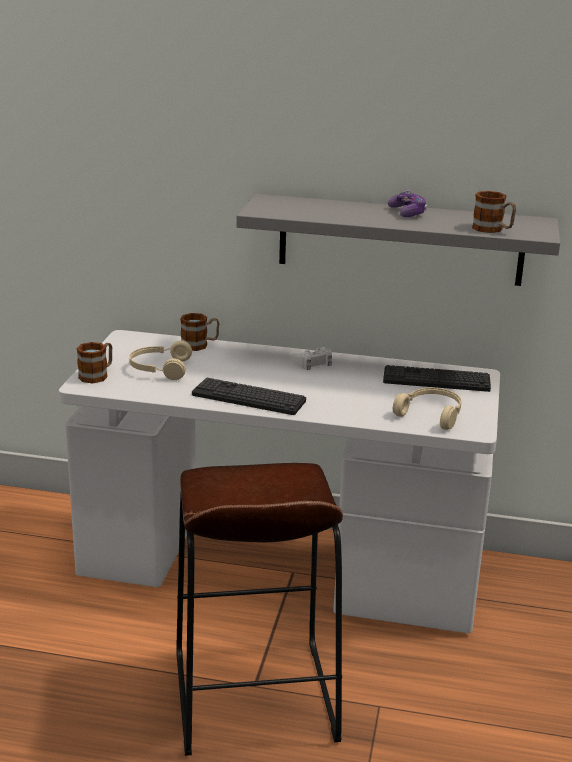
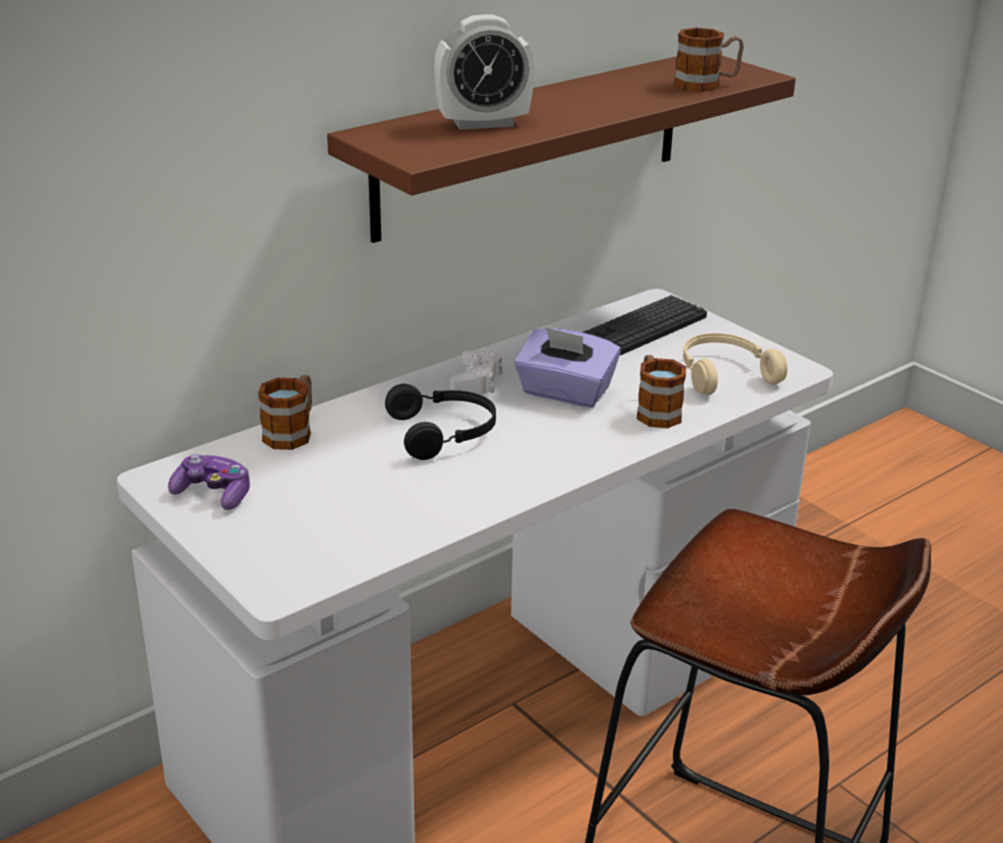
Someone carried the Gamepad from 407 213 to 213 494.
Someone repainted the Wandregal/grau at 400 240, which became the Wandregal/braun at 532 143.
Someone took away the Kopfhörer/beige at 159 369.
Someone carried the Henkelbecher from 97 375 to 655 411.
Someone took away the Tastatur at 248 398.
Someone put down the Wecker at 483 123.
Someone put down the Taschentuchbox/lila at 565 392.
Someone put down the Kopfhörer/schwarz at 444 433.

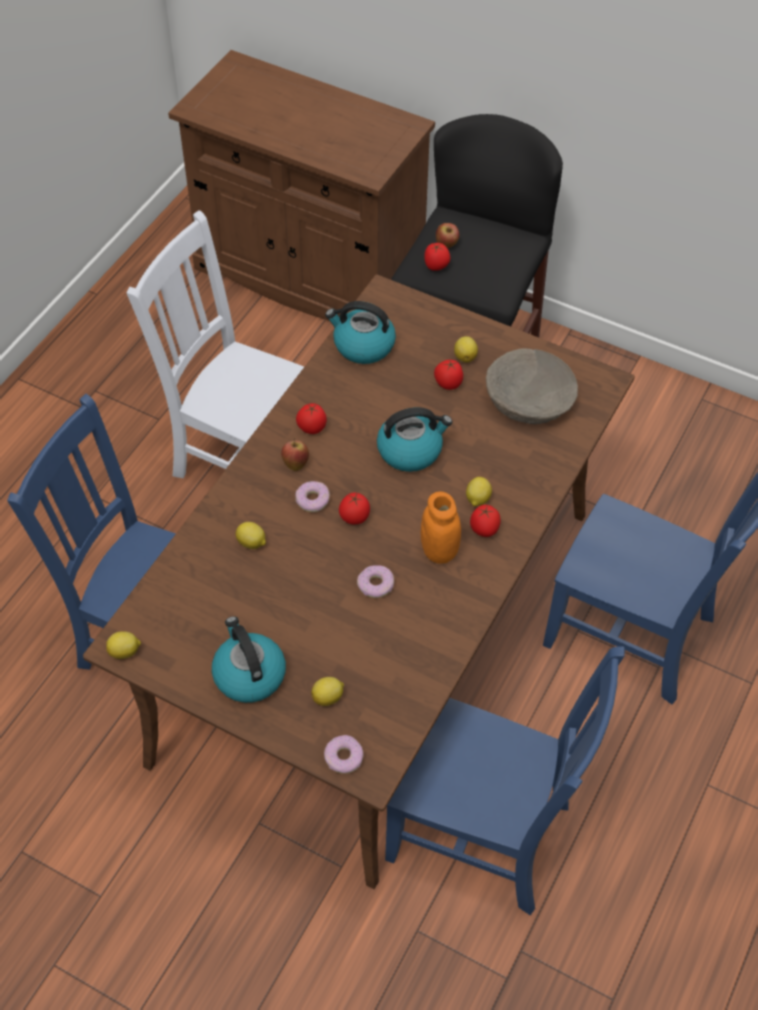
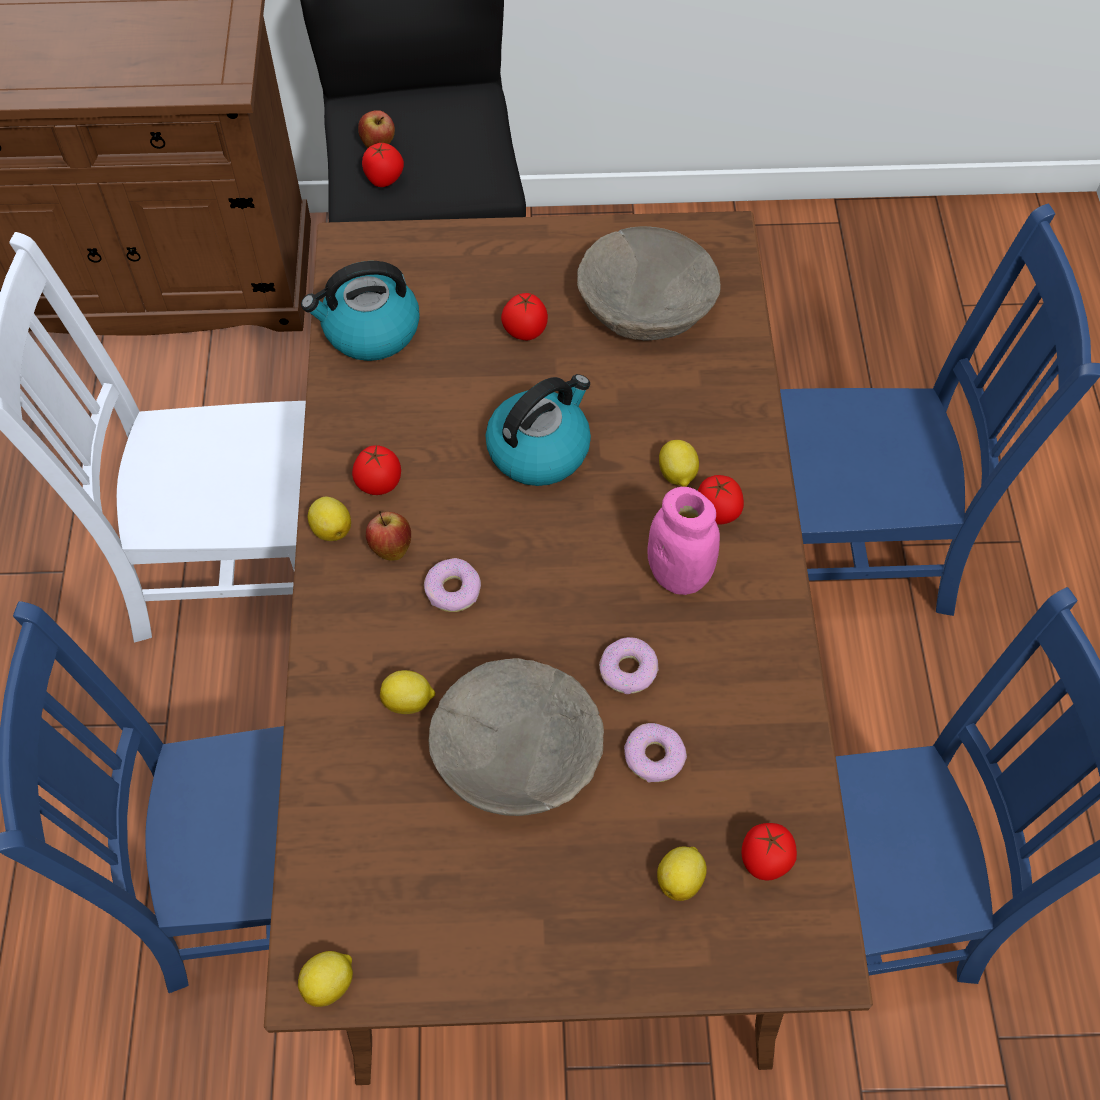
Someone carried the Zitrone from 465 356 to 331 528.
Someone repainted the Vorratsglas/orange at 439 551, which became the Vorratsglas/rosa at 679 575.
Someone carried the Tomate from 354 518 to 764 861.
Someone took away the Wasserkessel at 248 674.
Someone carried the Donut from 343 757 to 654 757.
Someone put down the Schüssel/beige at 518 754.

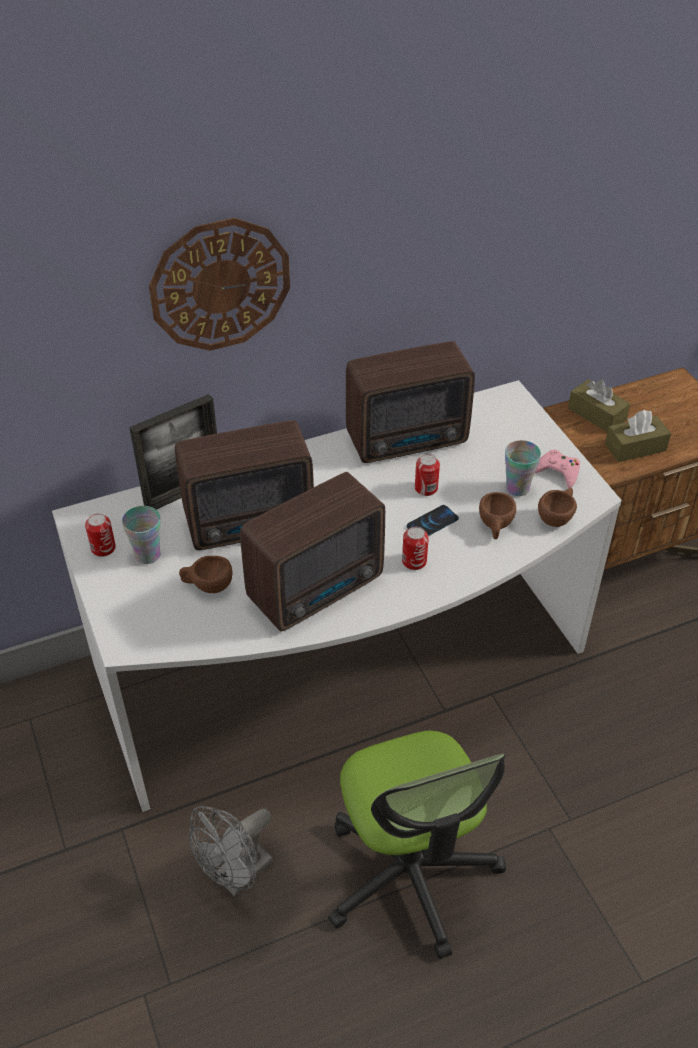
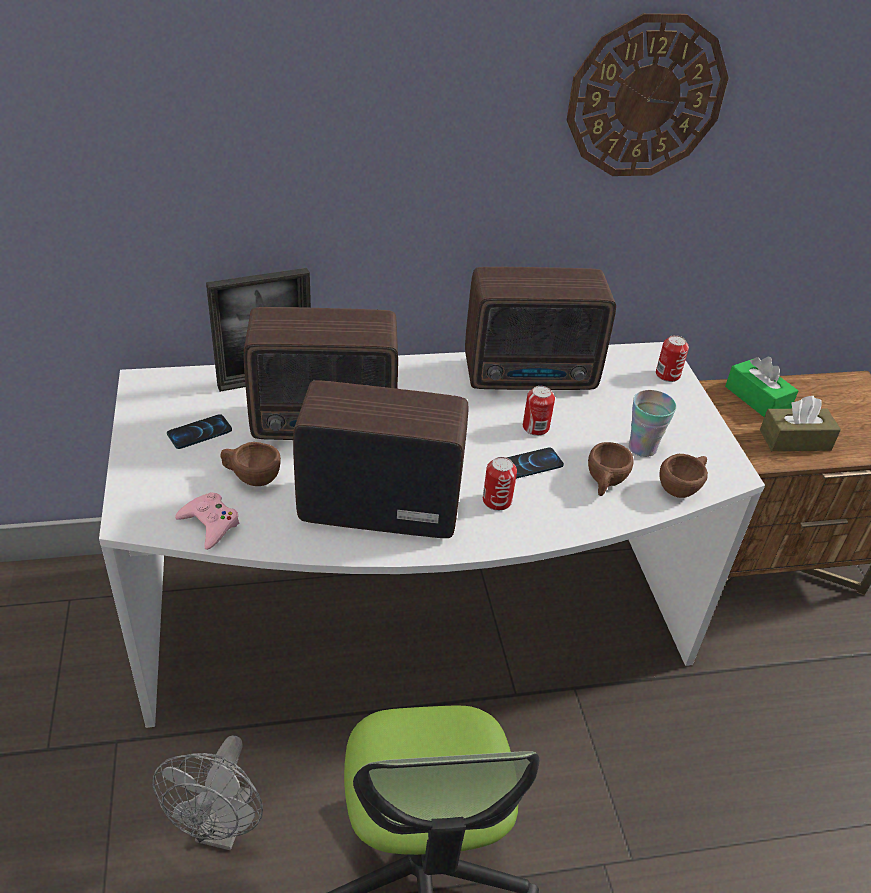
Someone carried the Wanduhr from 220 285 to 646 97.
Someone repainted the Taschentuchbox/braun at 596 414, which became the Taschentuchbox/grün at 757 399.
Someone carried the Gamepad/rosa from 558 472 to 210 524.
Someone rotated the Radio at 319 588 by 150 degrees counterclockwise.
Someone swapped the Tasse at 147 555 for the Handy at 200 433.
Someone carried the Dose from 103 548 to 667 375.
Someone rotated the Ventilator/grau at 237 876 by 45 degrees counterclockwise.

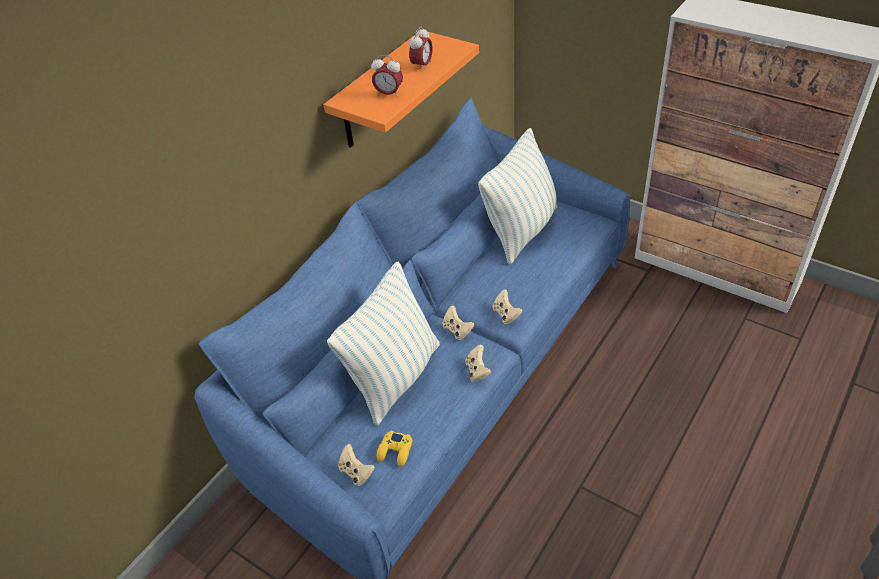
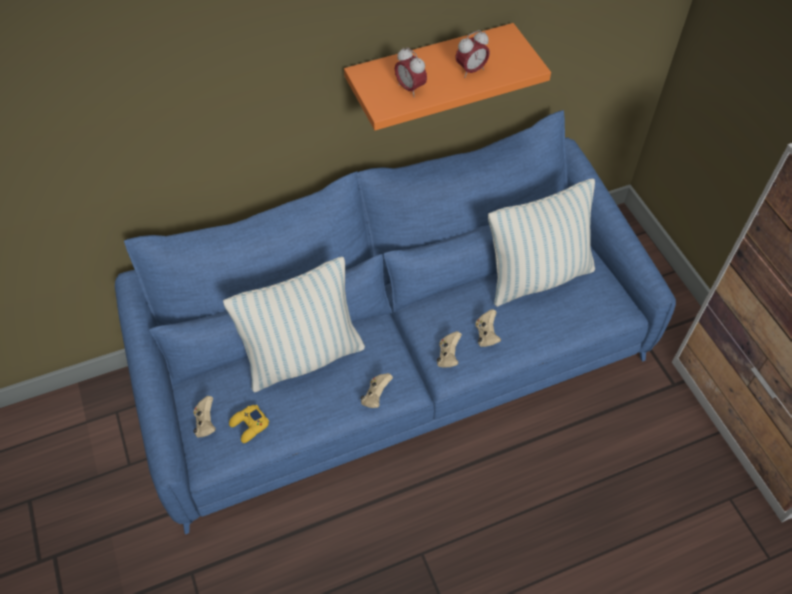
Someone carried the Gamepad/beige from 457 330 to 486 335.

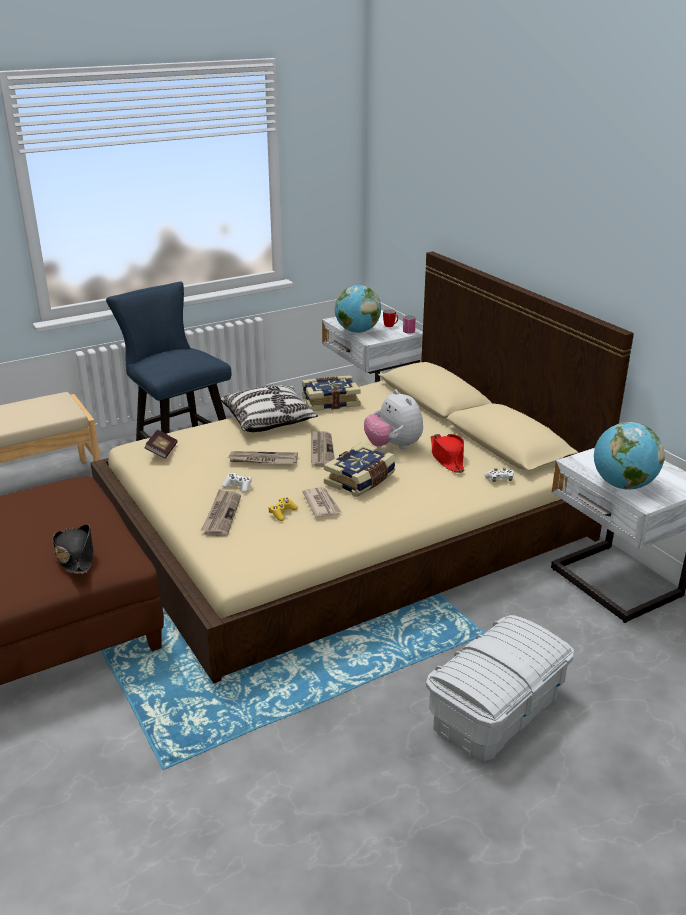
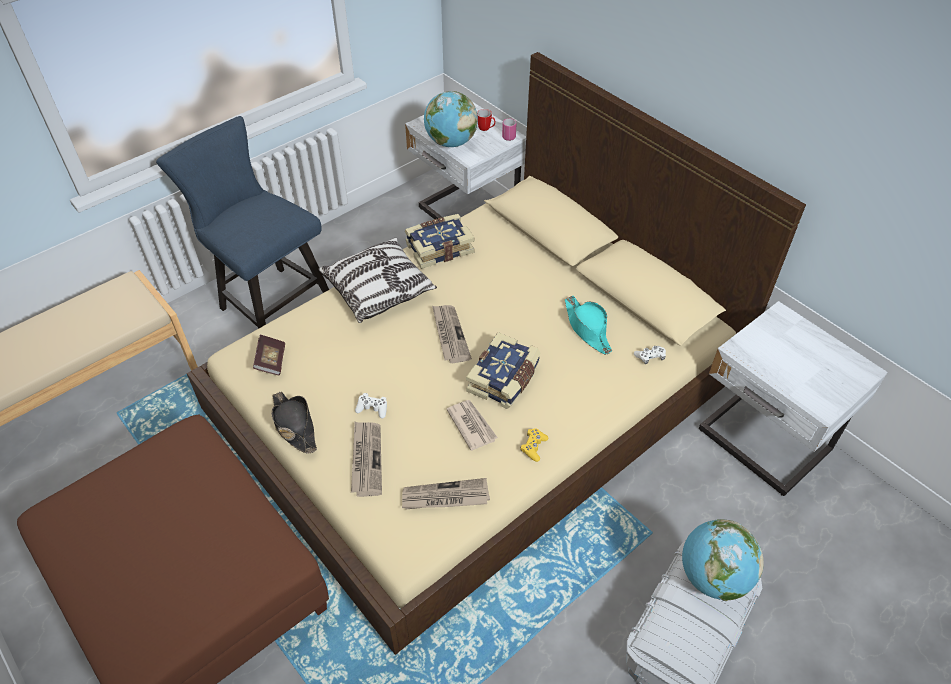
Someone took away the Plüschtier at 393 446.
Someone carried the Globus from 622 485 to 712 577.
Someone repainted the Hut/rot at 447 458, which became the Hut/türkis at 587 328.
Someone carried the Zeitung from 262 460 to 445 497.
Someone carried the Gamepad/gelb from 282 513 to 533 447.
Someone carried the Hut/schwarz from 75 556 to 294 425.

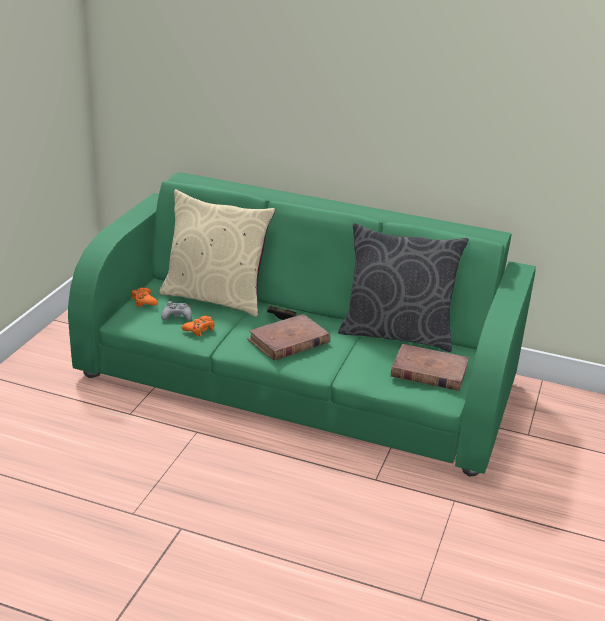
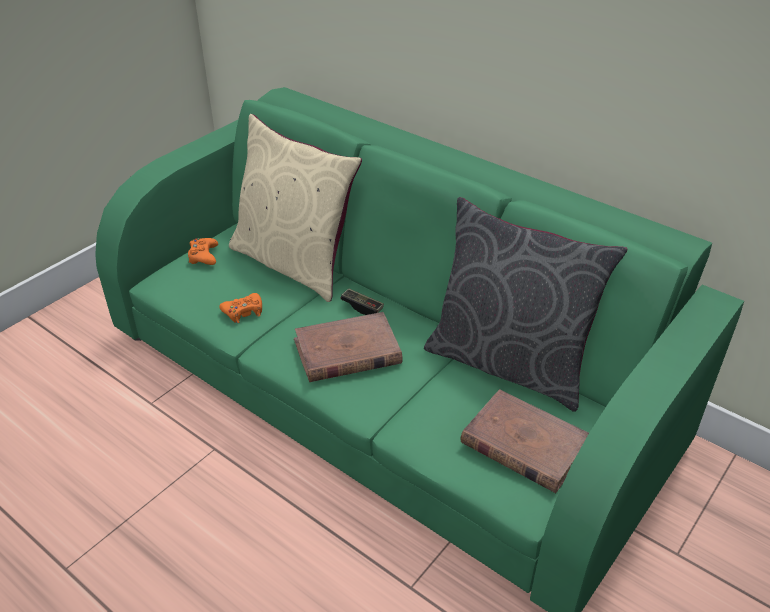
Someone took away the Gamepad/grau at 177 316.

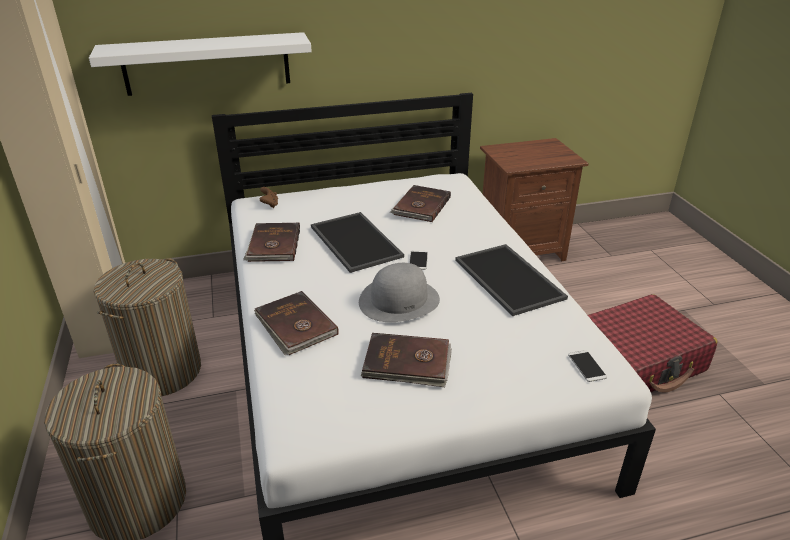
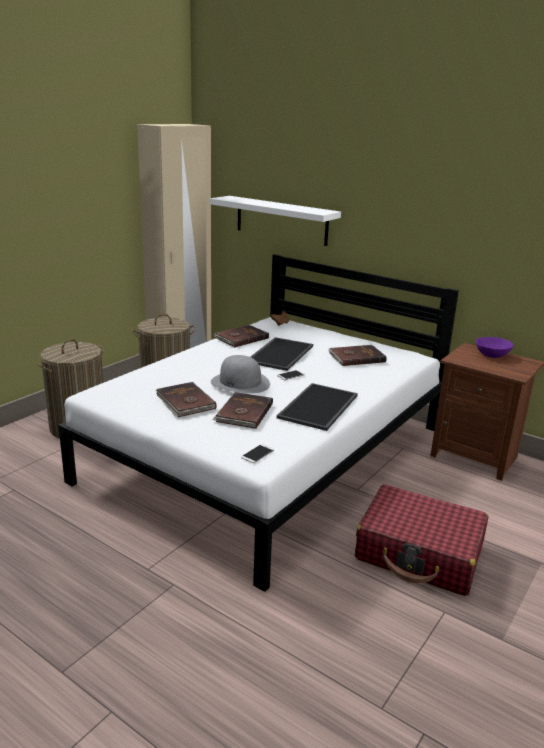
Someone carried the Buch/braun from 295 326 to 243 413.
Someone put down the Schüssel/lila at 492 355.

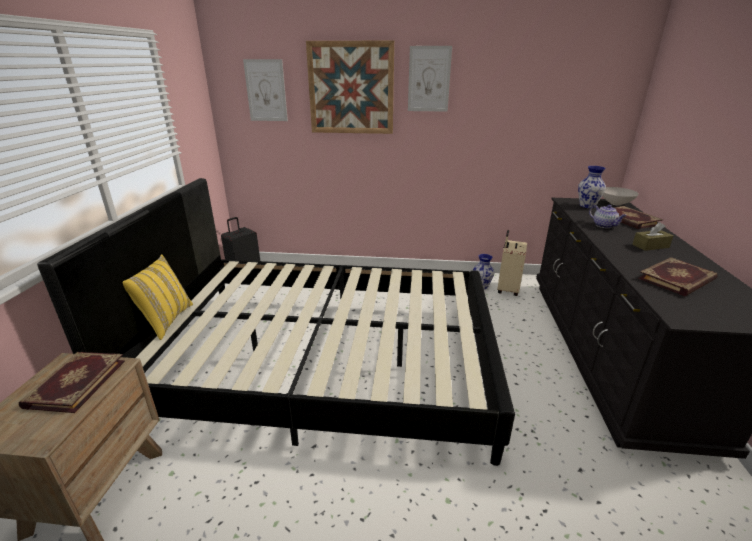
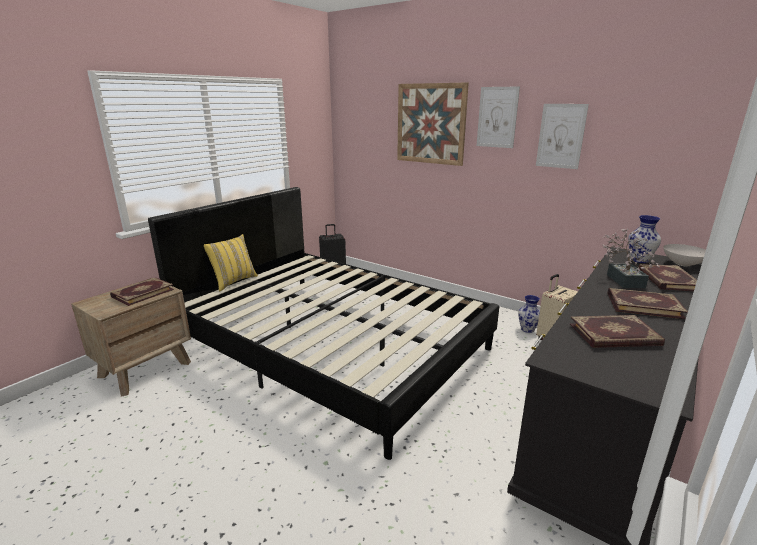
Someone carried the Bild from 266 90 to 561 136.
Someone swapped the Teekanne at 604 225 for the Topfpflanze at 623 279.
Someone swapped the Taschentuchbox/braun at 650 246 for the Buch at 644 305.

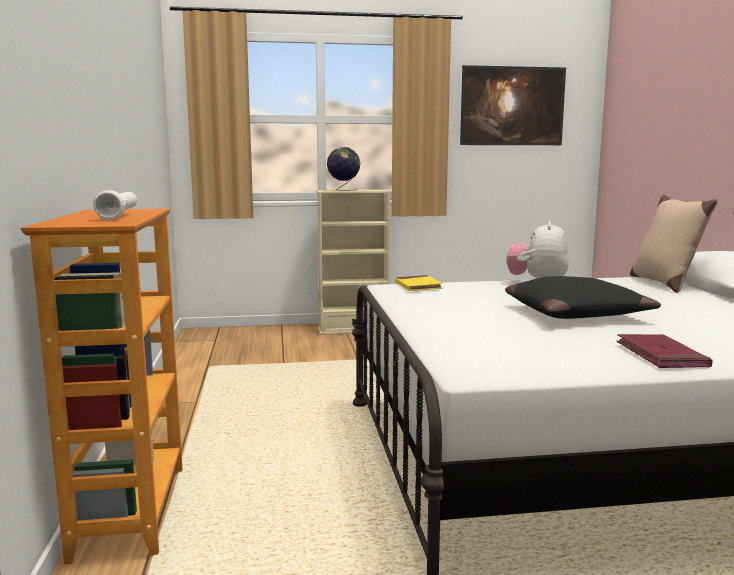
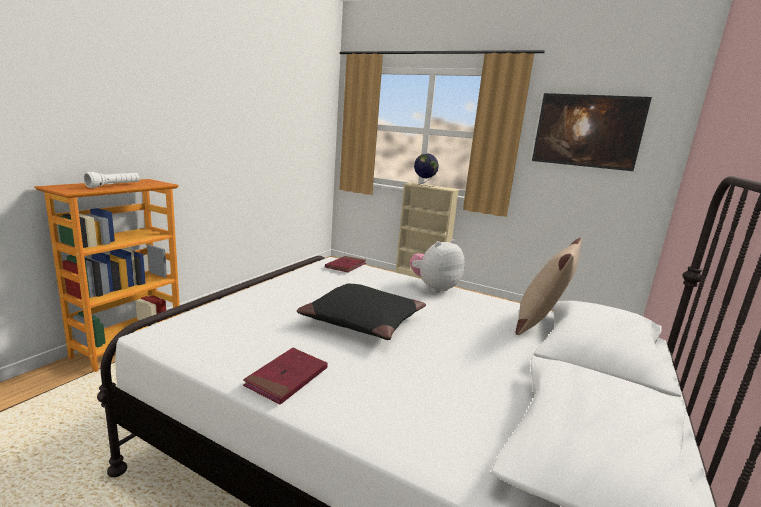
Someone repainted the Buch/gelb at 418 286, which became the Buch/rot at 346 266.

